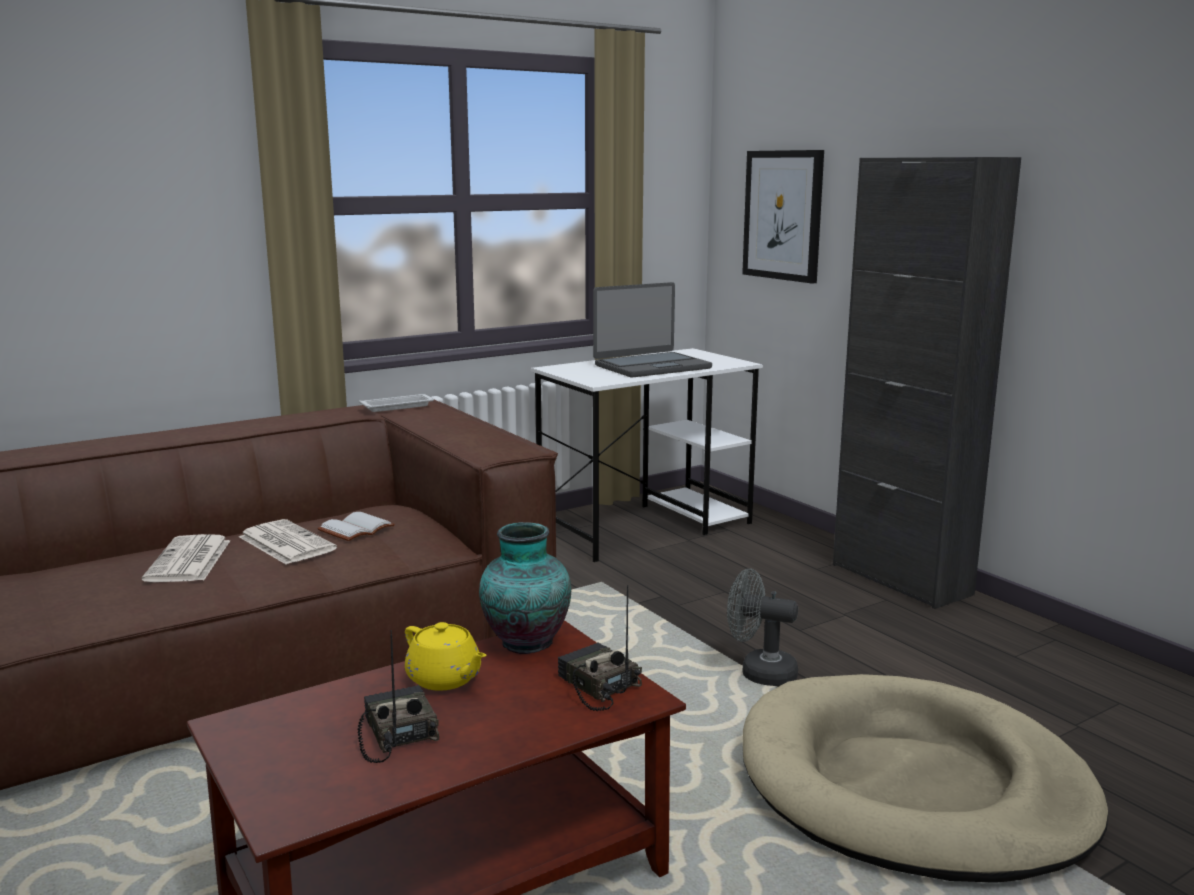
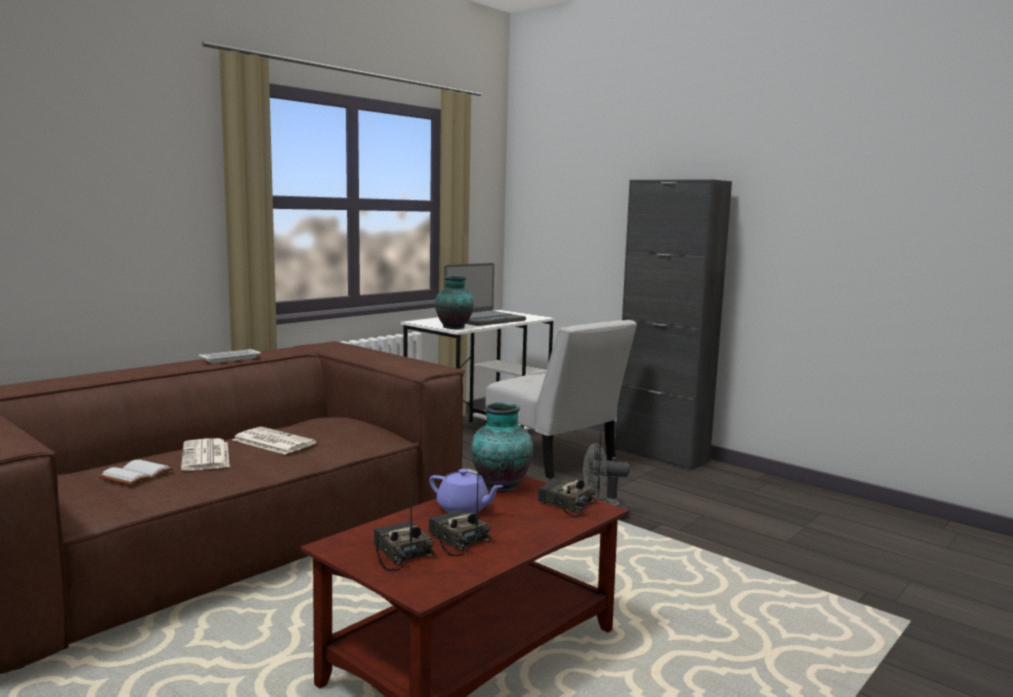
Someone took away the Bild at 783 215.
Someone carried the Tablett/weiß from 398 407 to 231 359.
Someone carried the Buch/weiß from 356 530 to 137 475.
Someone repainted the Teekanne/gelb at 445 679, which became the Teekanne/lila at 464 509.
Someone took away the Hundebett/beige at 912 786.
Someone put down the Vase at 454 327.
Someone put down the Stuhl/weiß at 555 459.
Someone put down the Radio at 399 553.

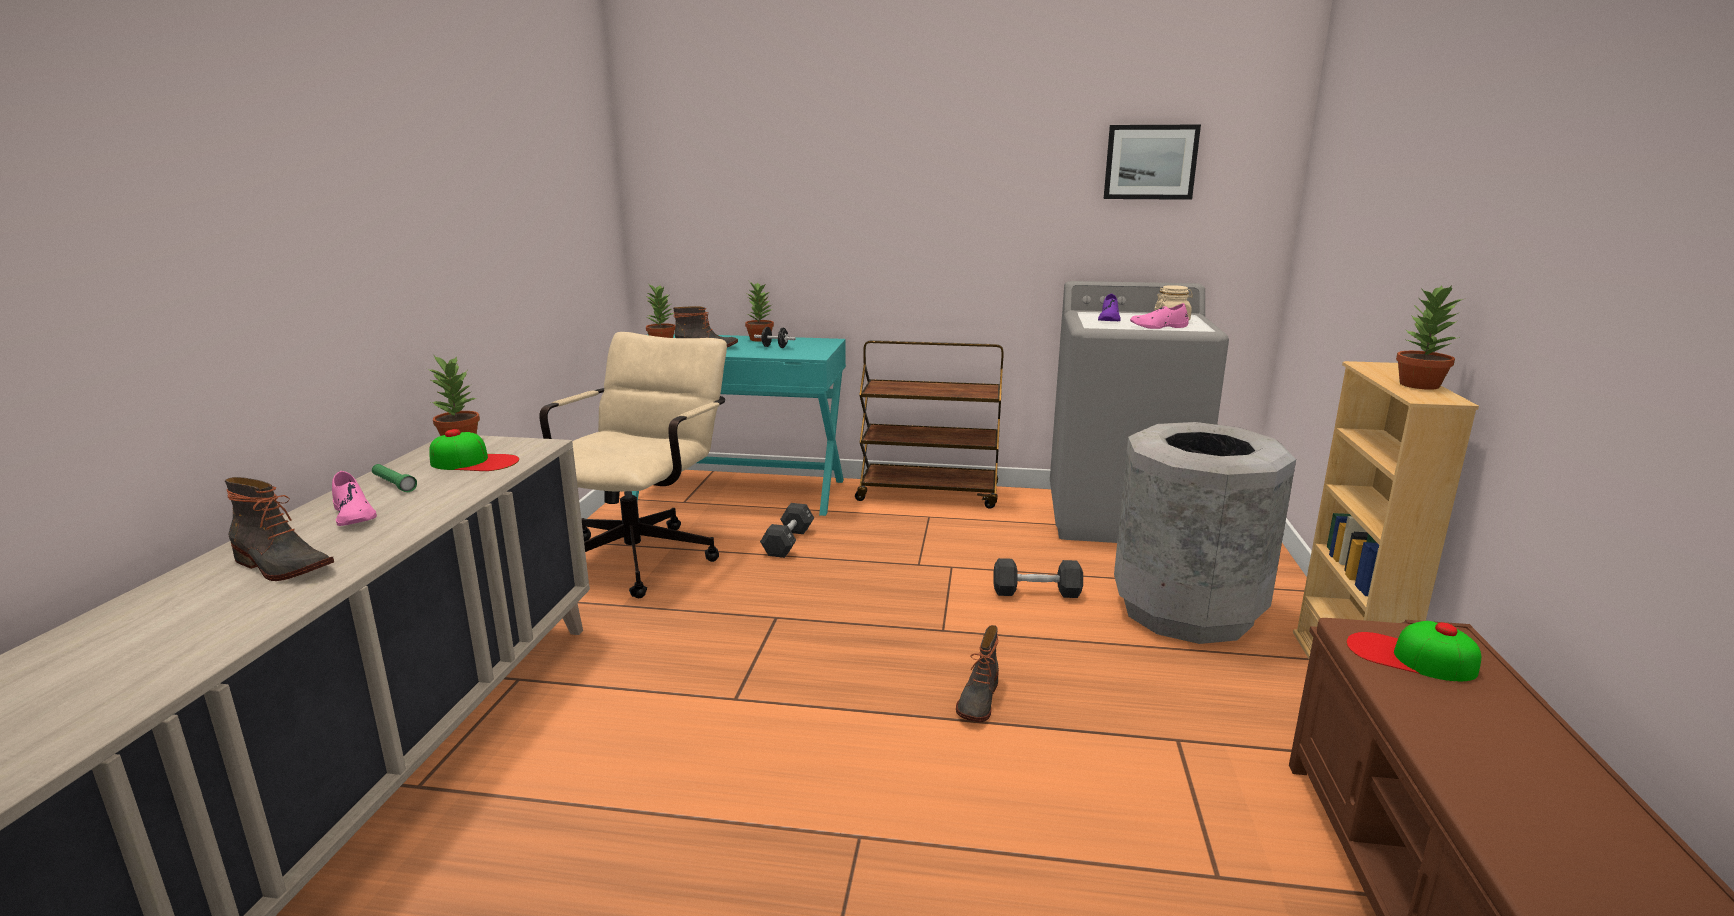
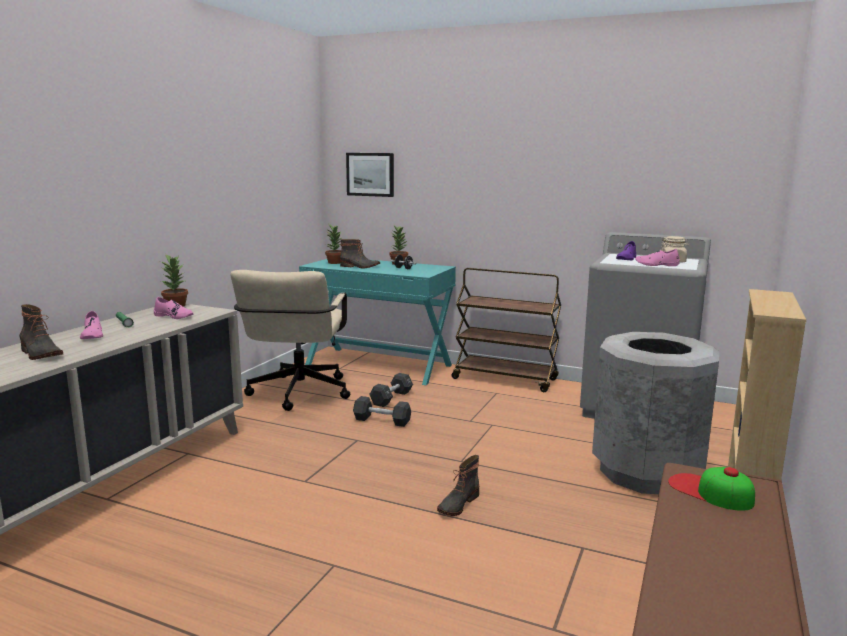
Someone carried the Bild from 1150 162 to 370 174.
Someone took away the Topfpflanze at 1418 385.
Someone rotated the Bürostuhl/beige at 644 554 by 150 degrees clockwise.
Someone swapped the Kappe at 474 462 for the Schuh/rosa at 174 316.
Someone carried the Hantel/schwarz from 1036 592 to 382 421.

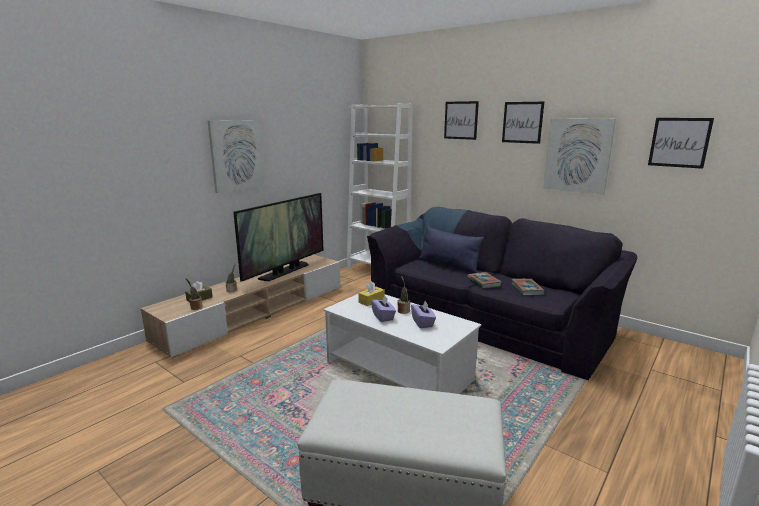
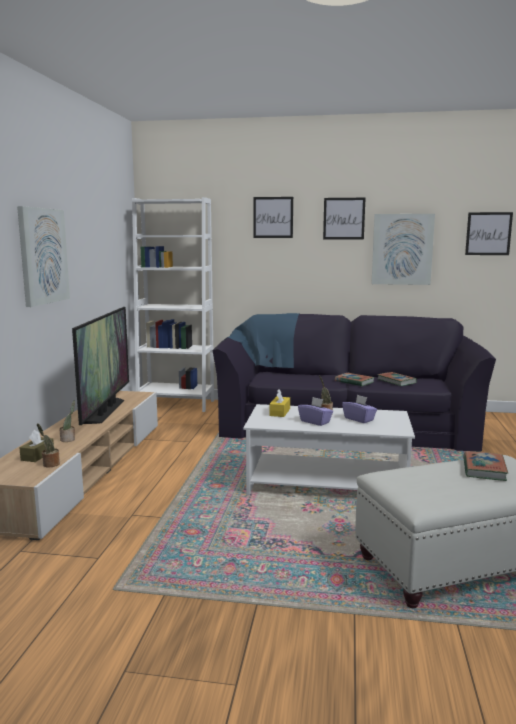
Someone took away the Kissen/blau at 448 265.
Someone put down the Buch at 484 469.

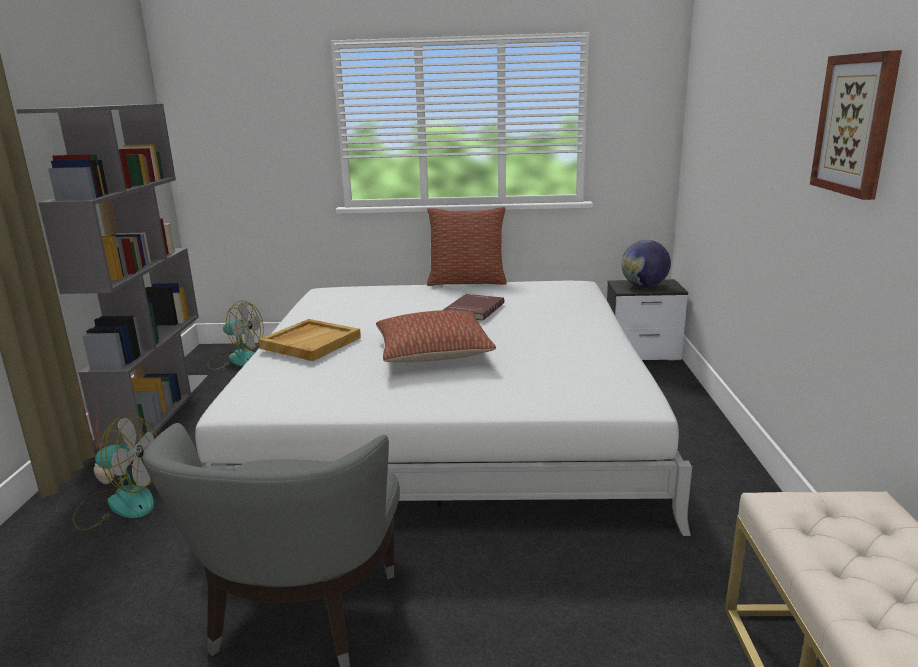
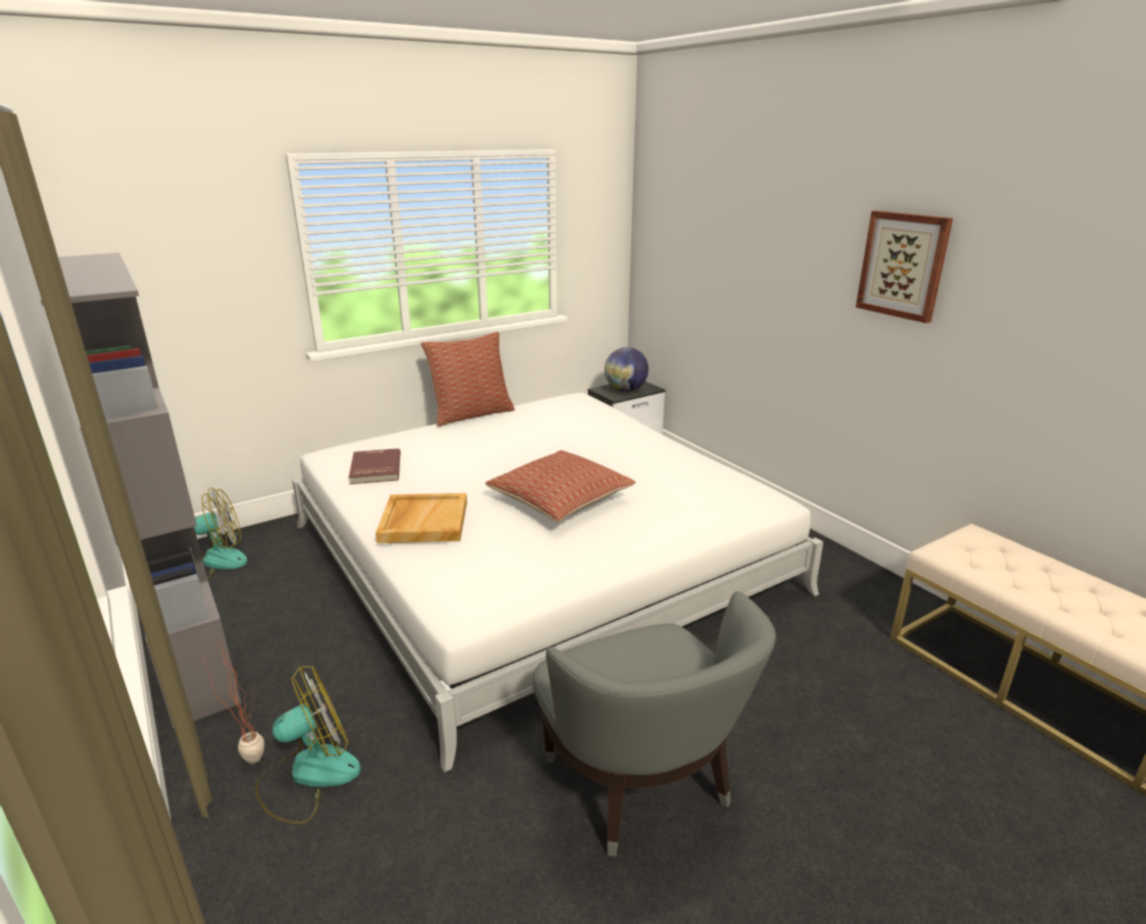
Someone carried the Buch/rot from 473 309 to 374 469.

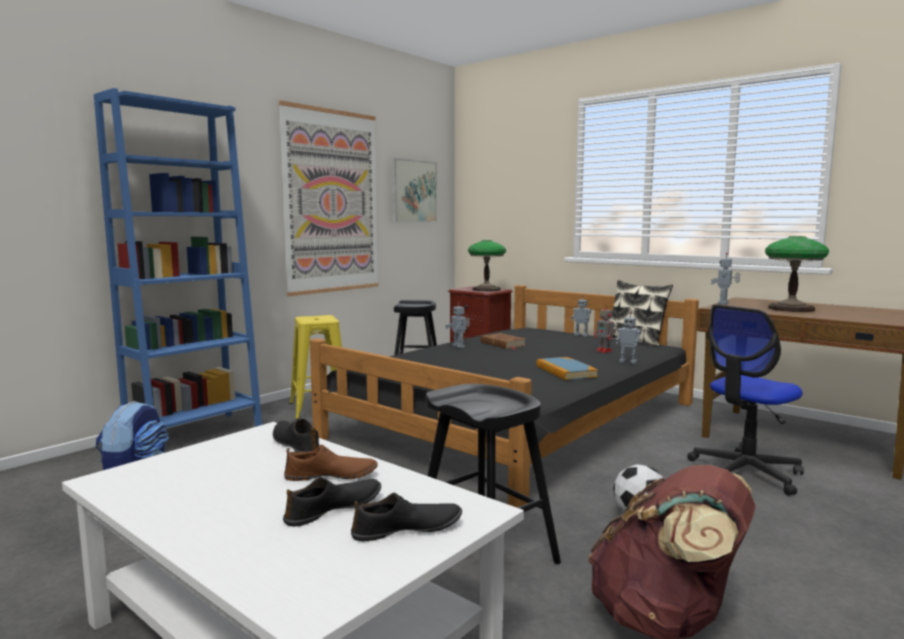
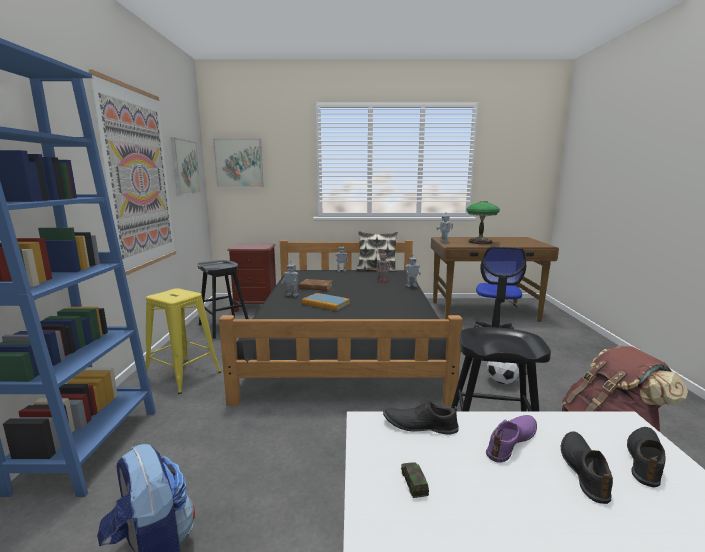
Someone took away the Tischlampe at 486 289.
Someone carried the Buch from 565 371 to 326 304.
Someone repainted the Schuh/braun at 331 476, which became the Schuh/lila at 512 442.
Someone put up the Bild at 238 163.
Someone put down the Spielzeugauto at 414 483.

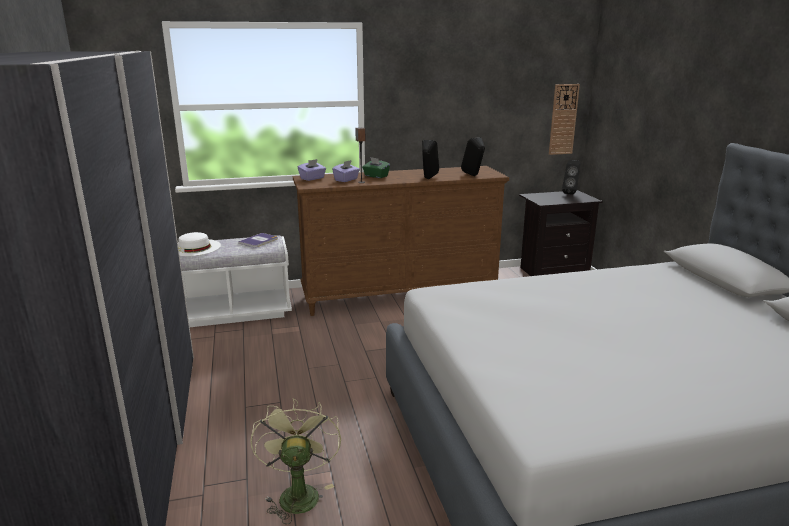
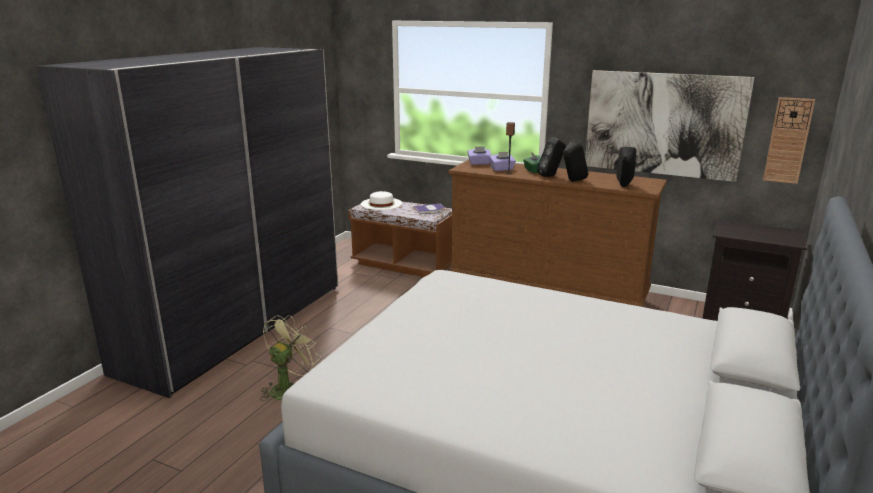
Someone carried the Lautsprecher/schwarz from 570 193 to 551 176.
Someone repainted the Bank/weiß at 232 312, which became the Bank/braun at 404 264.
Someone put up the Bild at 663 124.

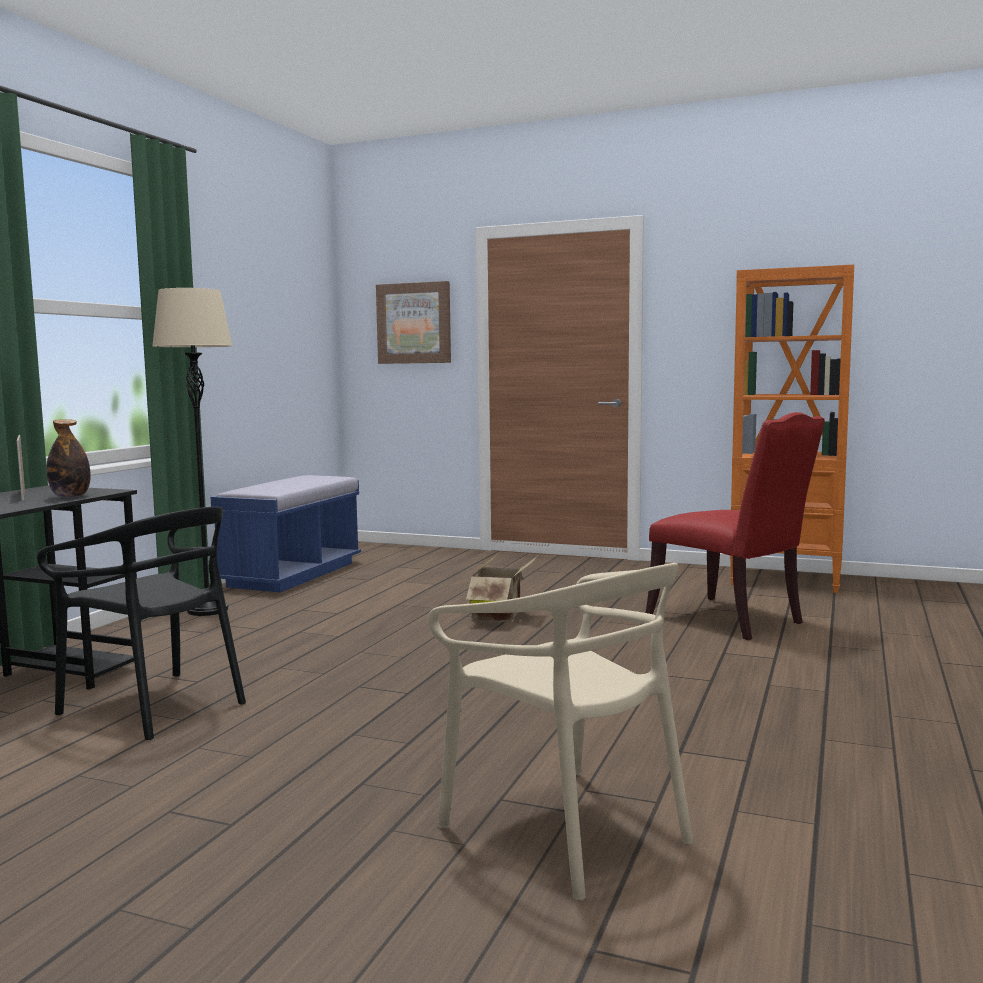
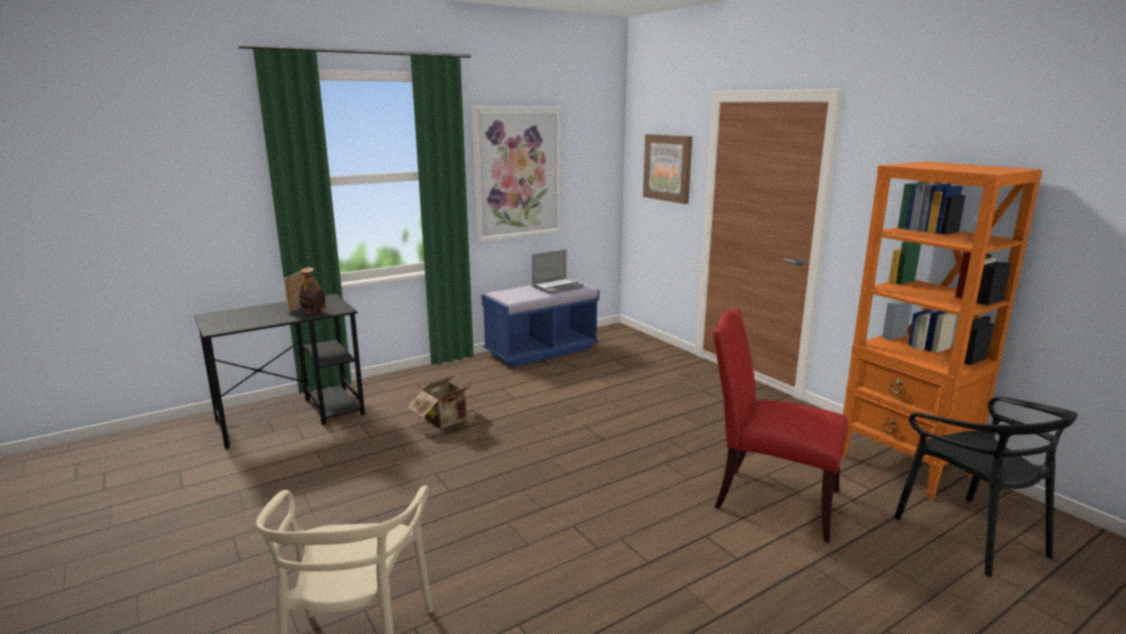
Someone took away the Stehlampe/beige at 207 610.
Someone rotated the Stuhl/rot at 731 620 by 120 degrees clockwise.
Someone carried the Stuhl/schwarz from 155 706 to 971 534.
Someone carried the Karton from 501 615 to 448 421.
Someone put up the Bild at 518 173.
Someone put down the Laptop at 557 287.

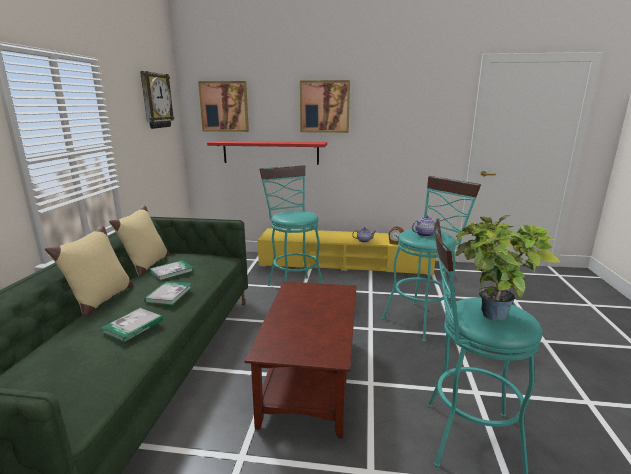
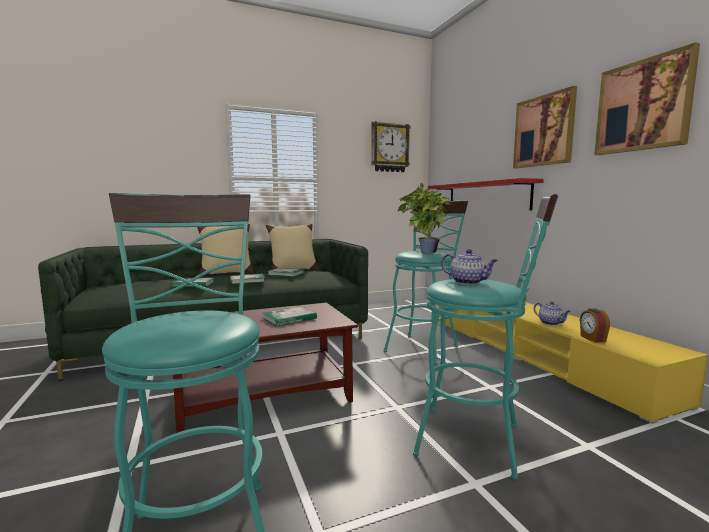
Someone carried the Bild from 224 106 to 643 105.
Someone carried the Topfpflanze from 490 317 to 423 252.
Someone put down the Buch at 289 318.

